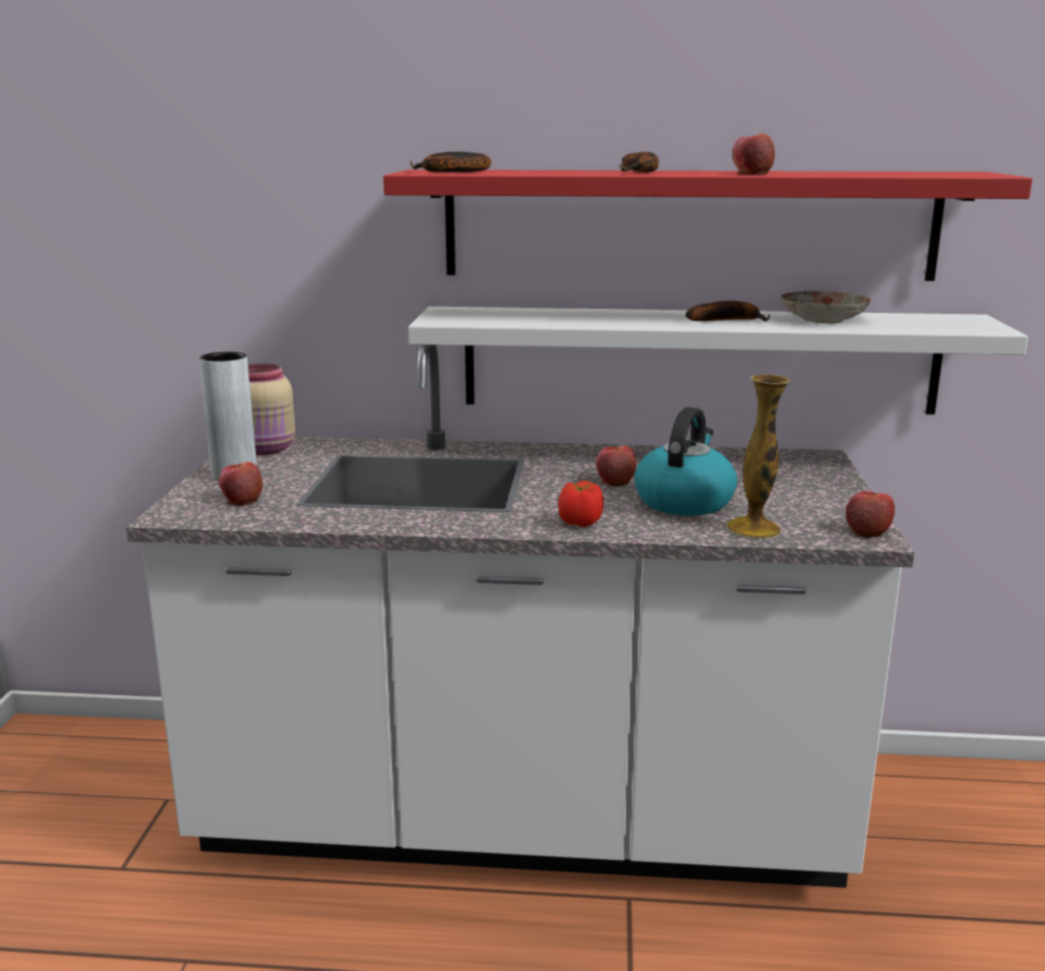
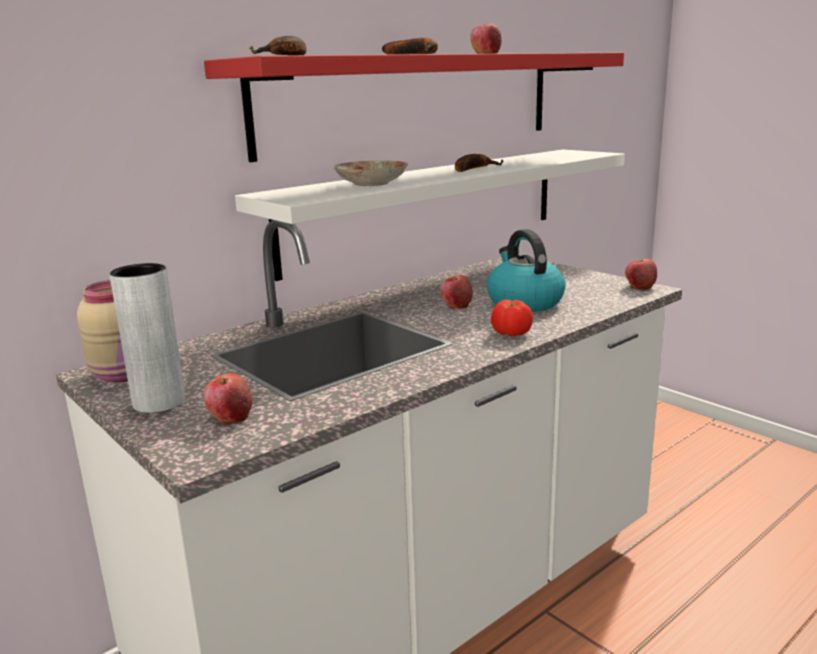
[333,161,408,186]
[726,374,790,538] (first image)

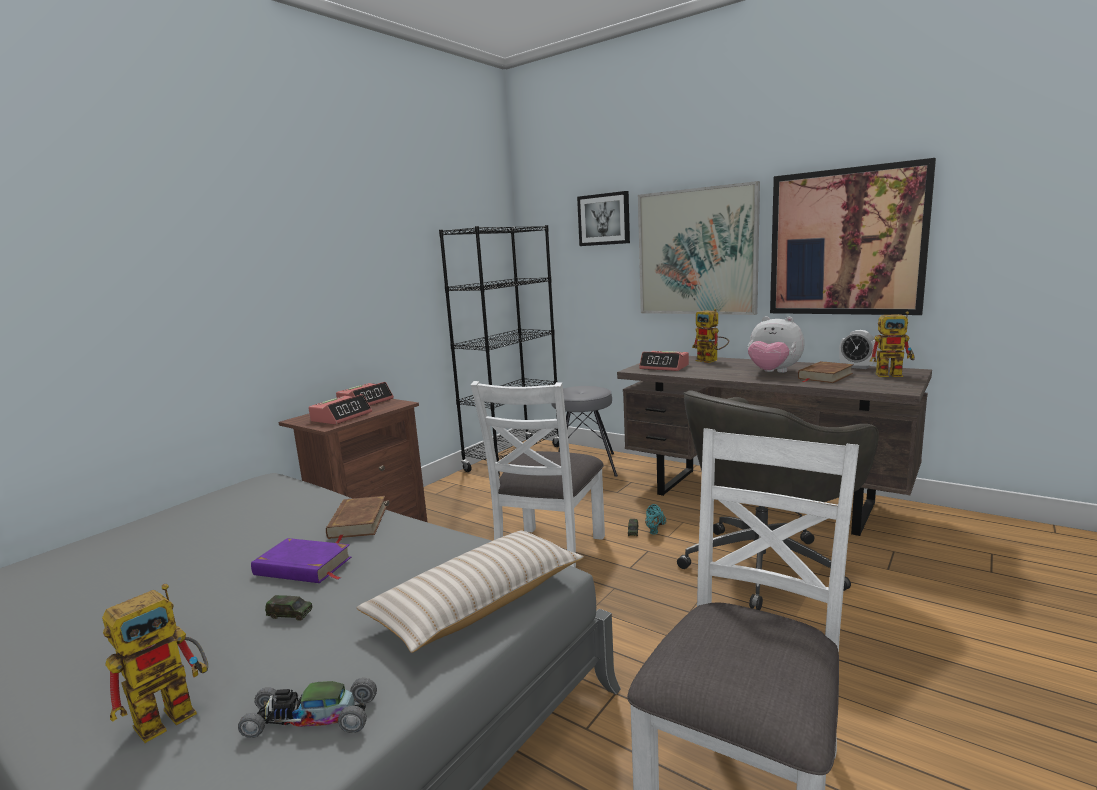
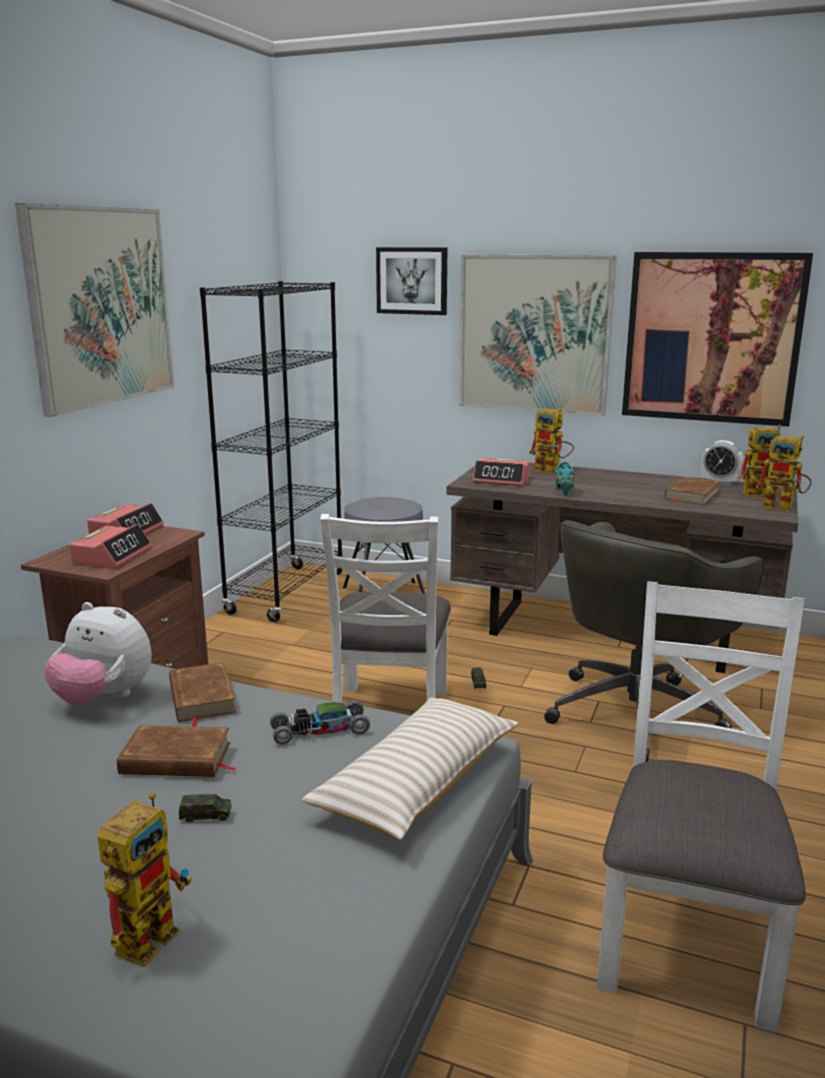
[44,602,152,706]
[555,462,574,496]
[117,725,236,777]
[270,700,370,745]
[15,203,174,417]
[756,436,812,511]

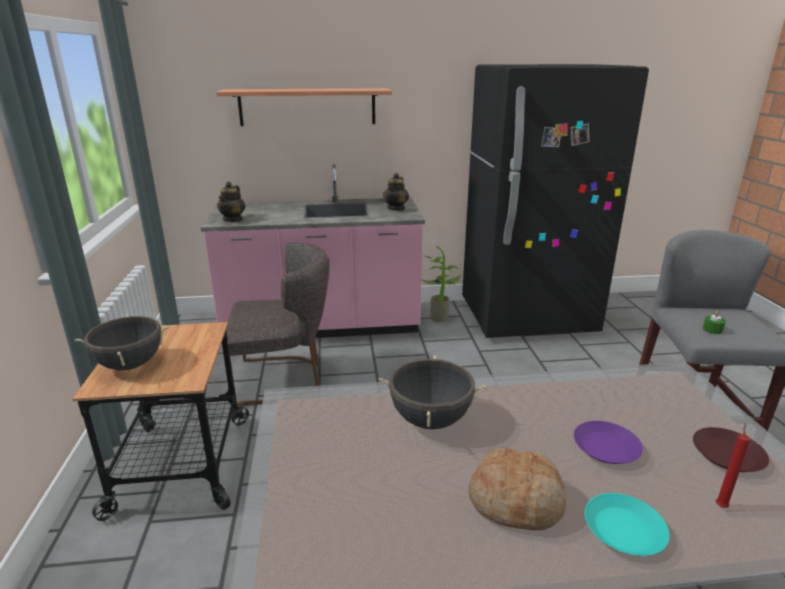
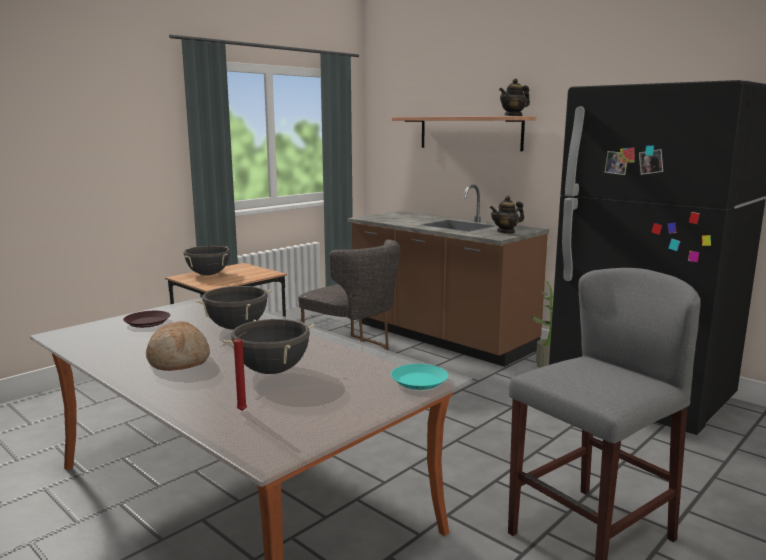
[347,185,549,367]
[499,78,530,116]
[703,311,726,334] (first image)
[223,319,315,374]
[123,311,170,328]
[391,364,448,390]

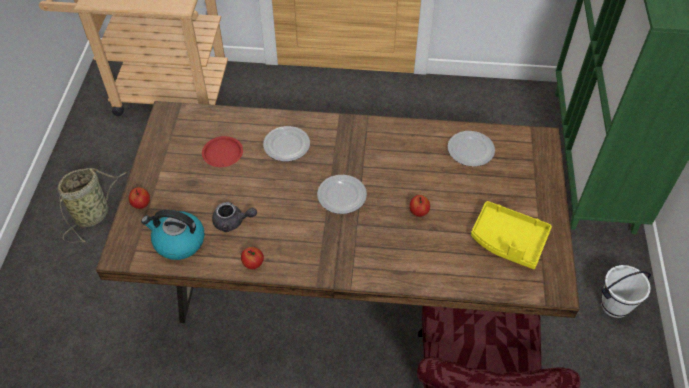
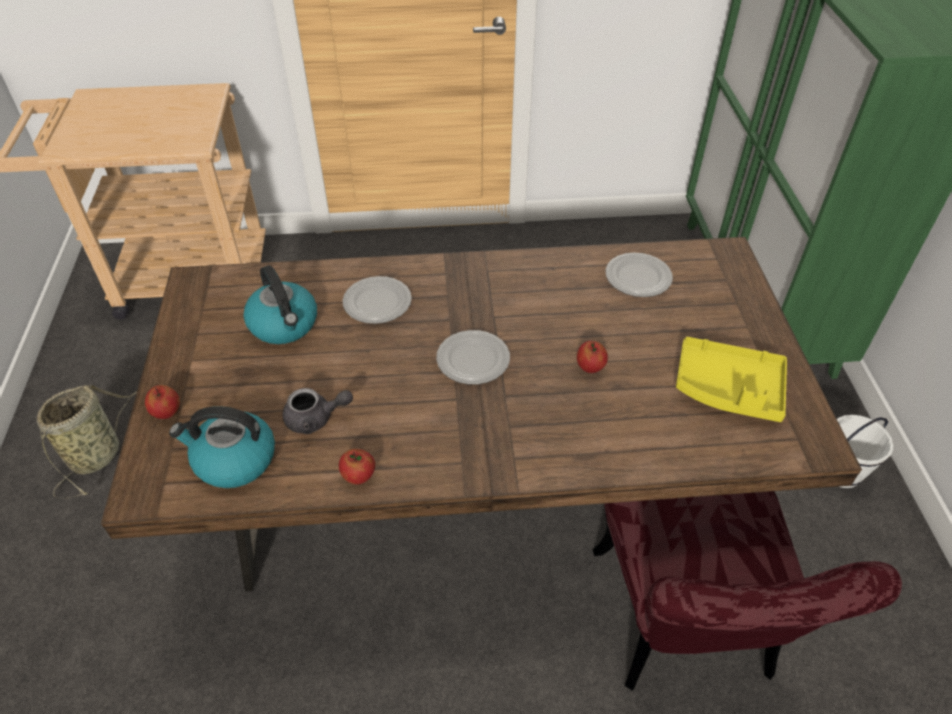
[244,265,317,344]

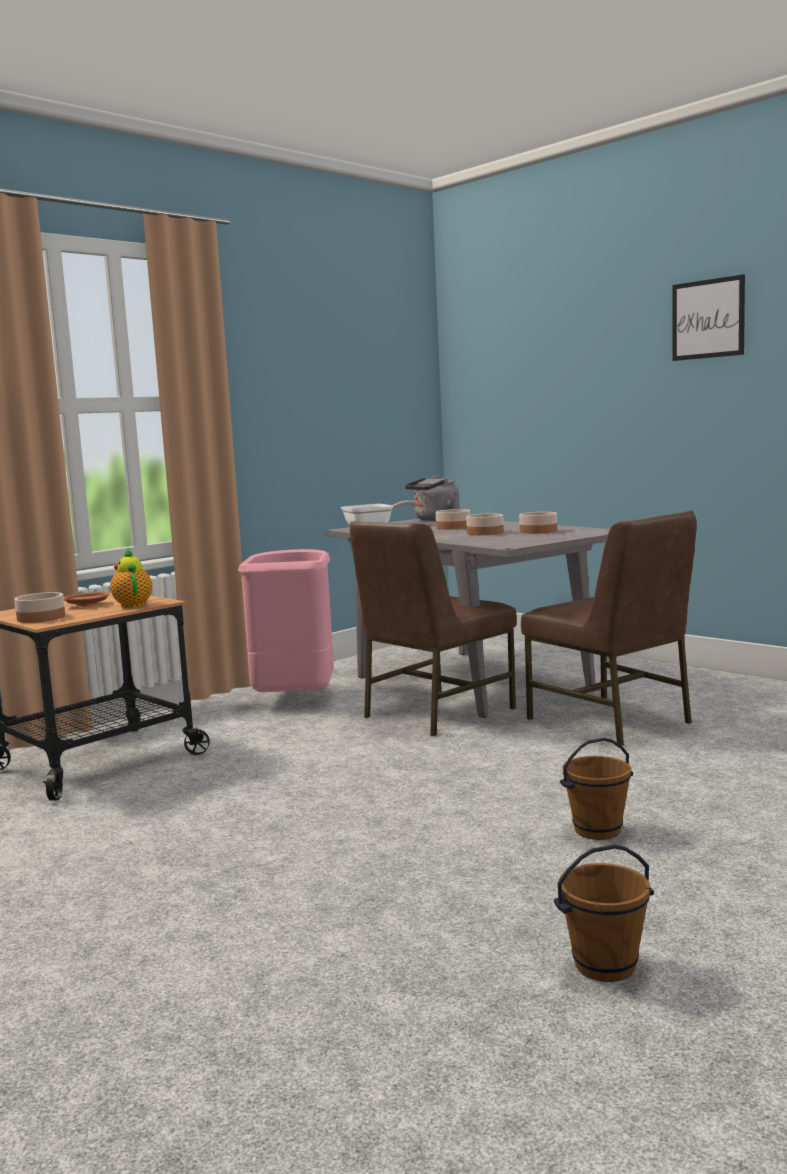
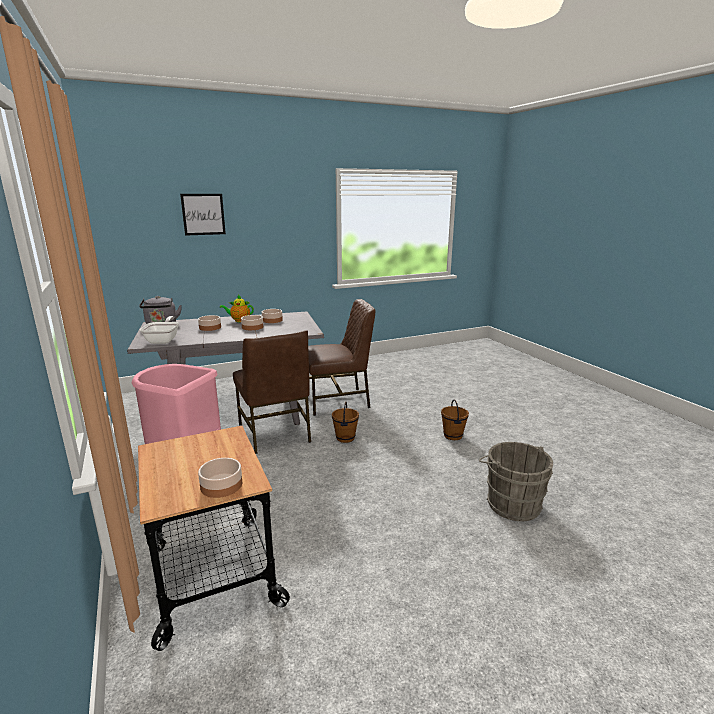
[180,194,226,236]
[220,295,254,322]
[64,592,109,606] (first image)
[332,402,359,443]
[479,442,553,521]

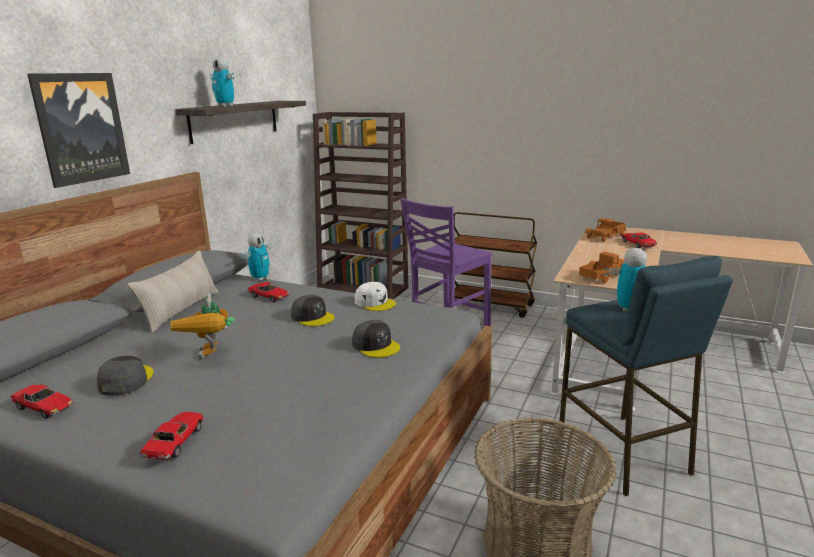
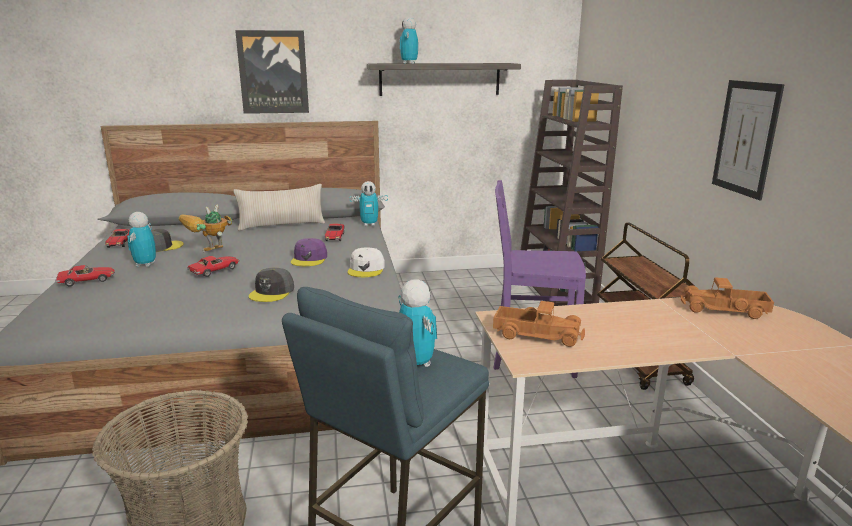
[187,256,240,277]
[291,238,327,266]
[712,80,784,200]
[127,212,156,267]

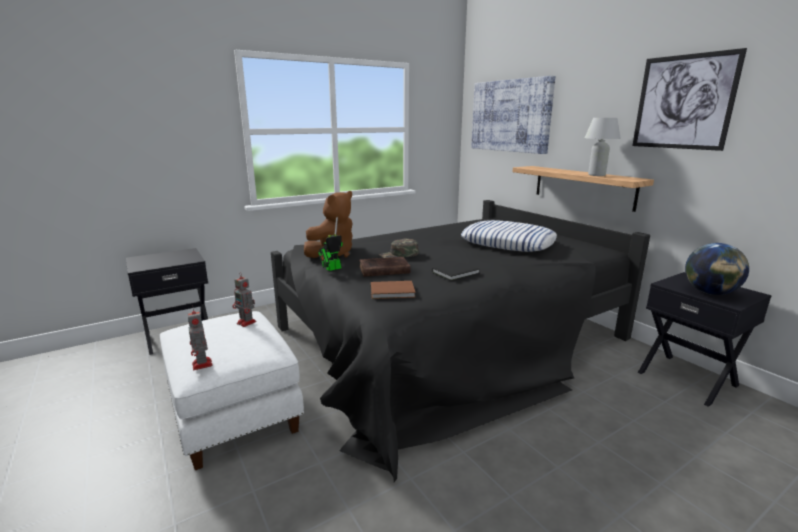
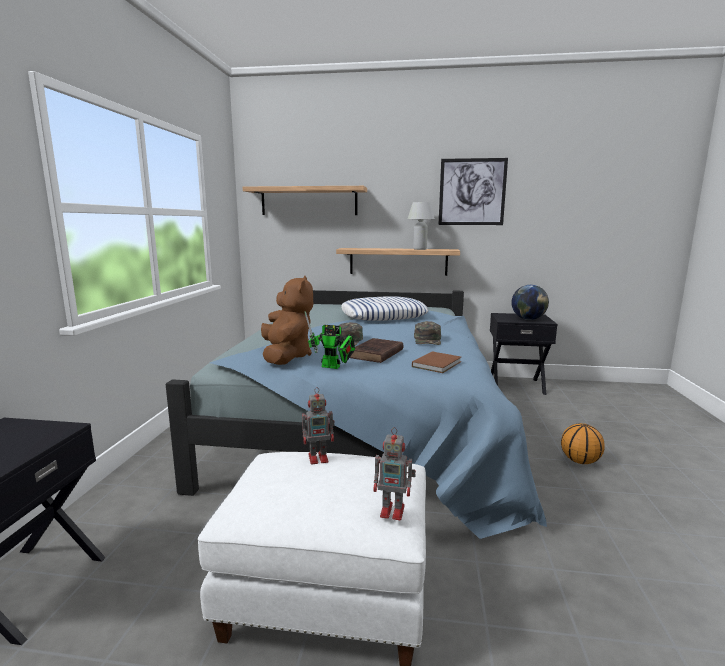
[242,186,367,215]
[166,290,547,539]
[305,311,355,369]
[414,321,441,345]
[561,423,605,464]

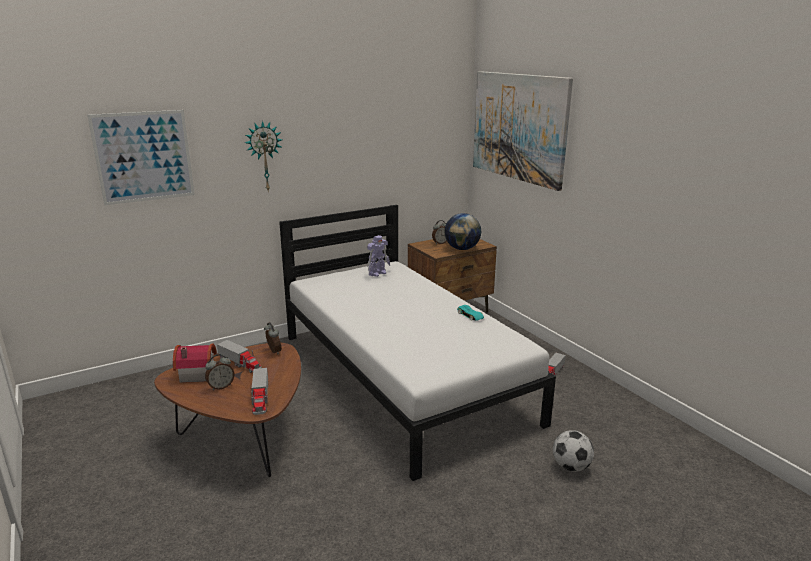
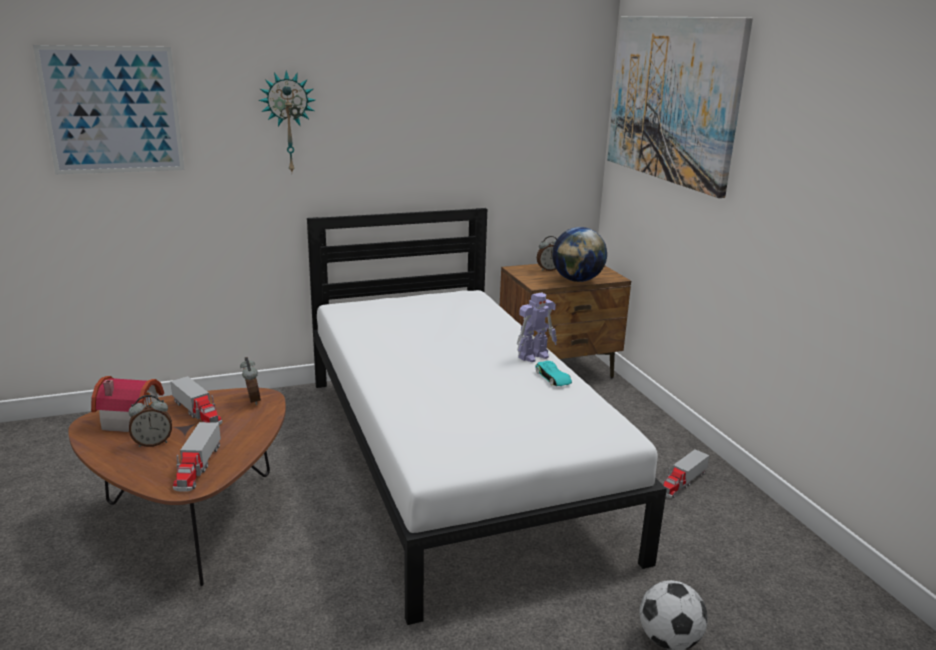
[517,292,557,362]

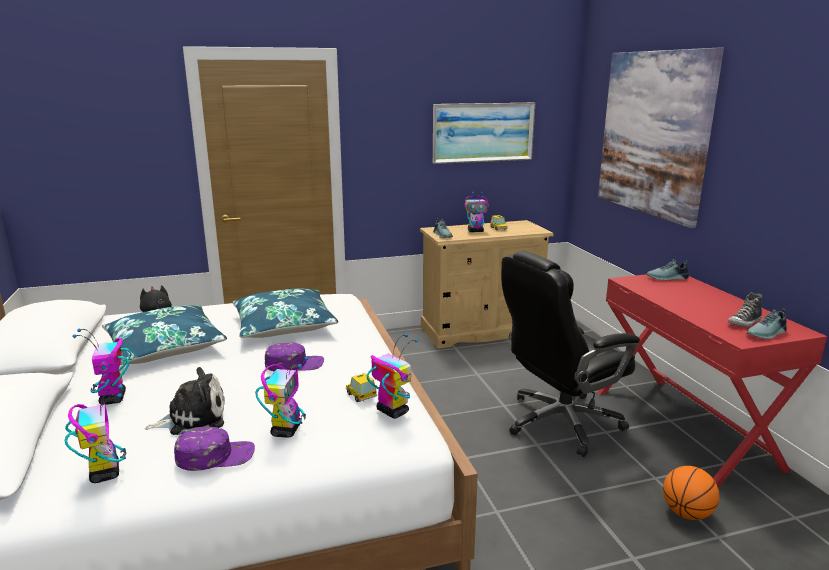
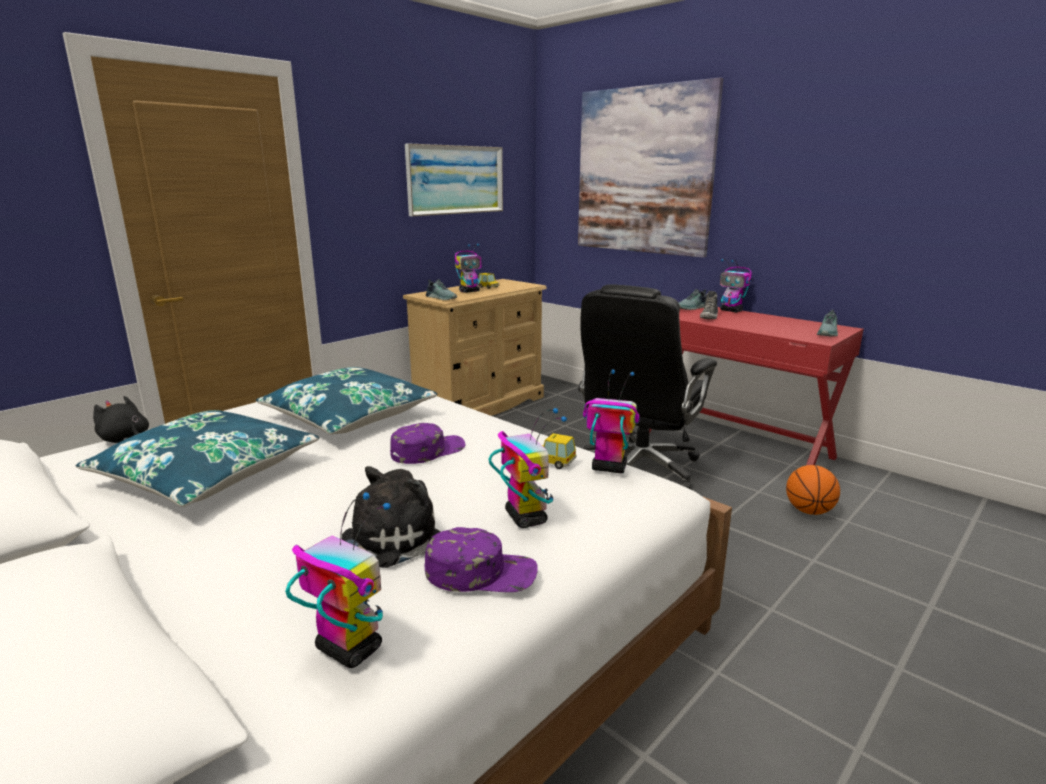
[700,291,718,319]
[720,259,752,312]
[425,527,538,592]

